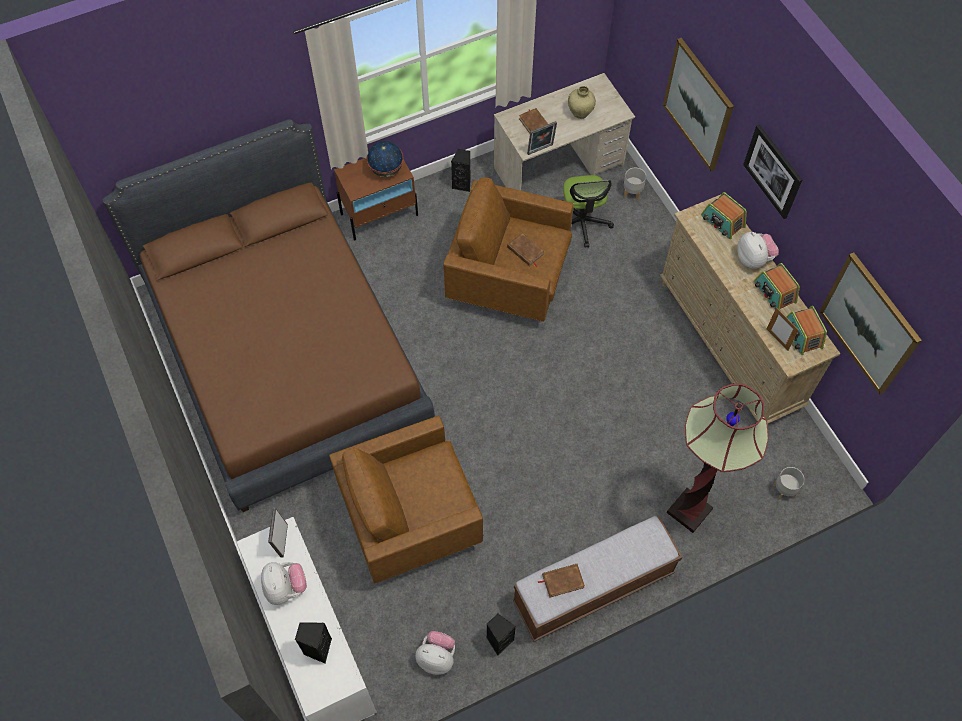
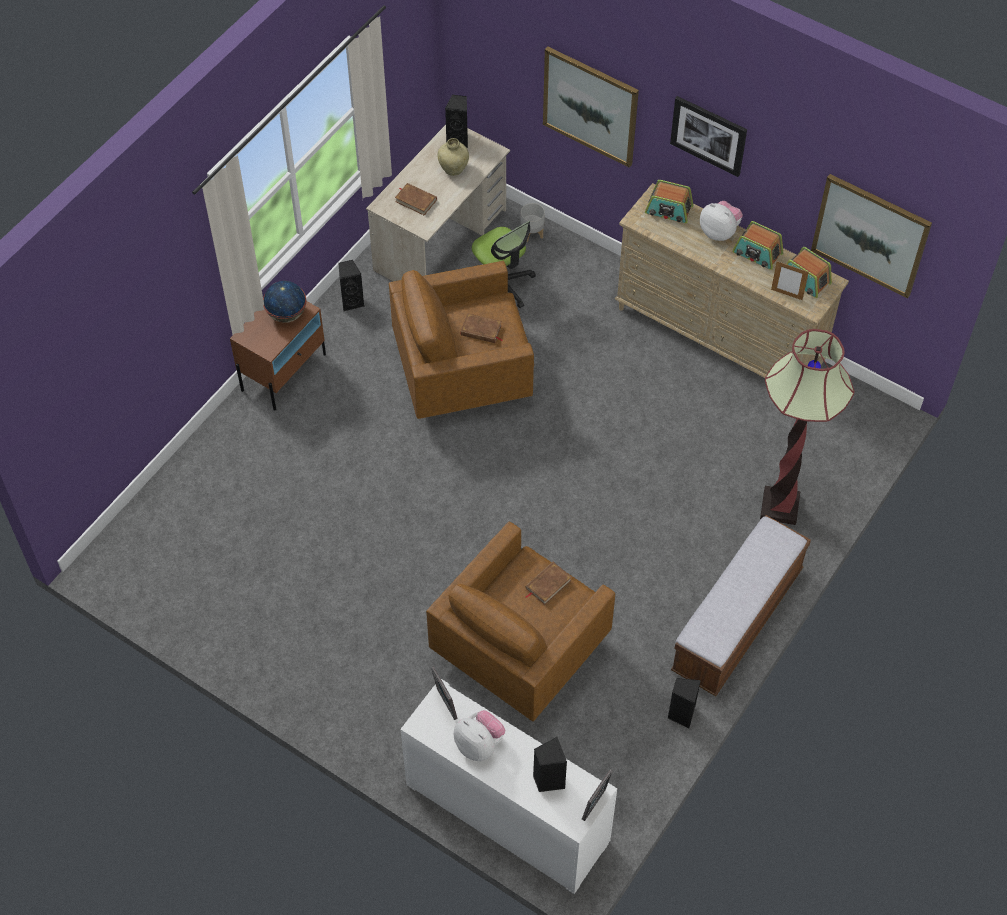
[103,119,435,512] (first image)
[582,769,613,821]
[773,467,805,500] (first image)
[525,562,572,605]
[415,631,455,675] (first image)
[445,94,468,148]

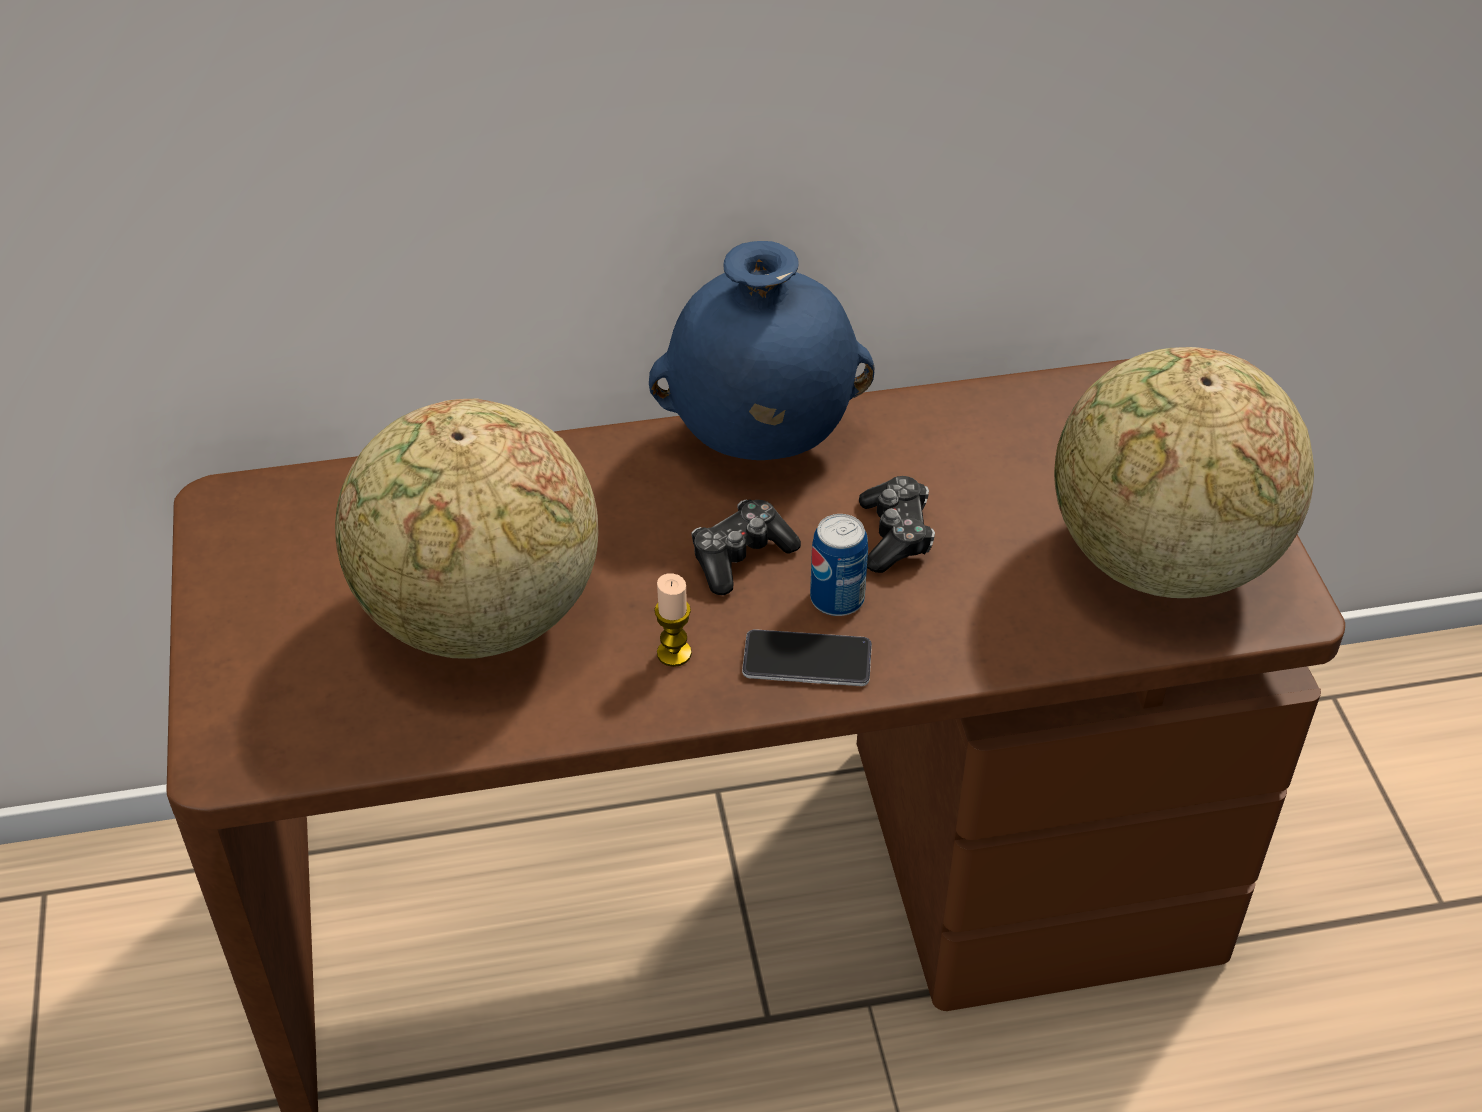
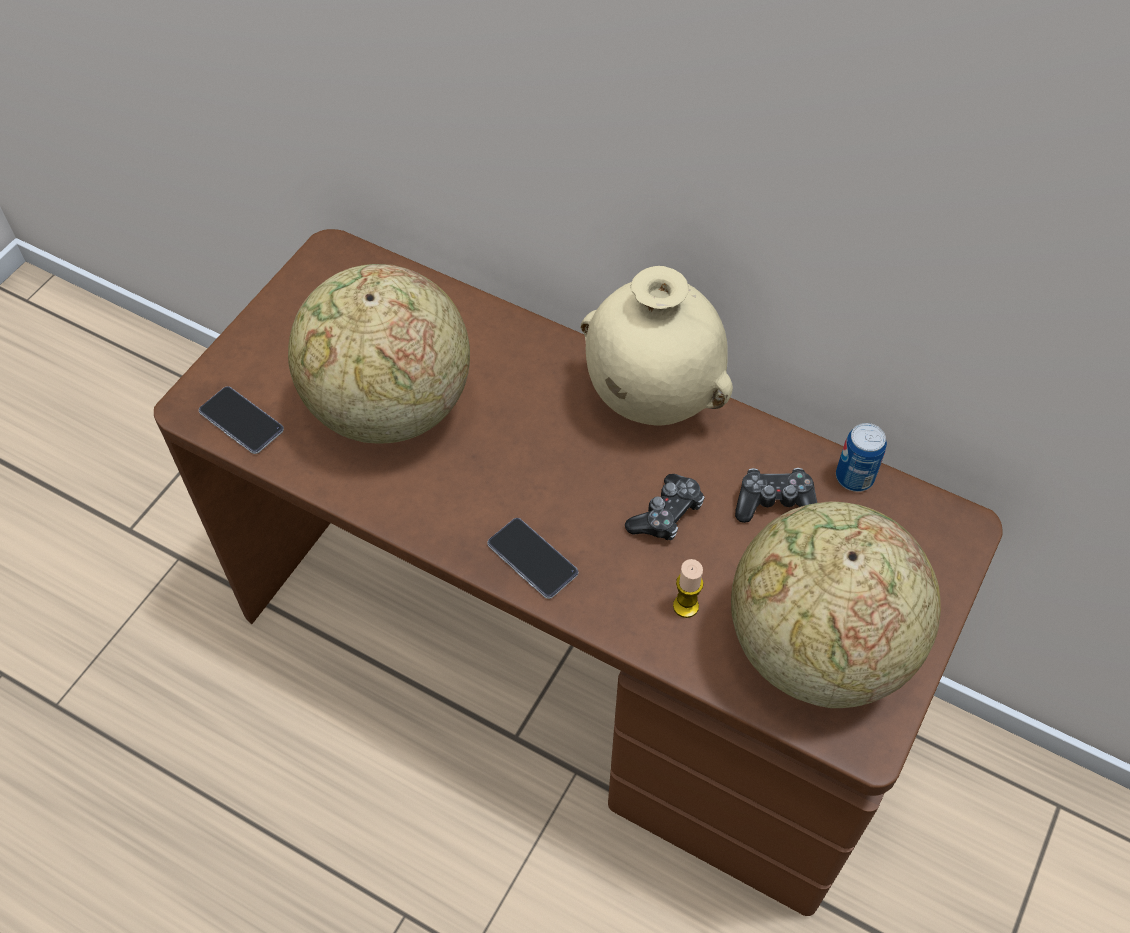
[580,266,733,426]
[735,468,817,523]
[836,423,887,492]
[673,559,703,618]
[199,386,284,454]

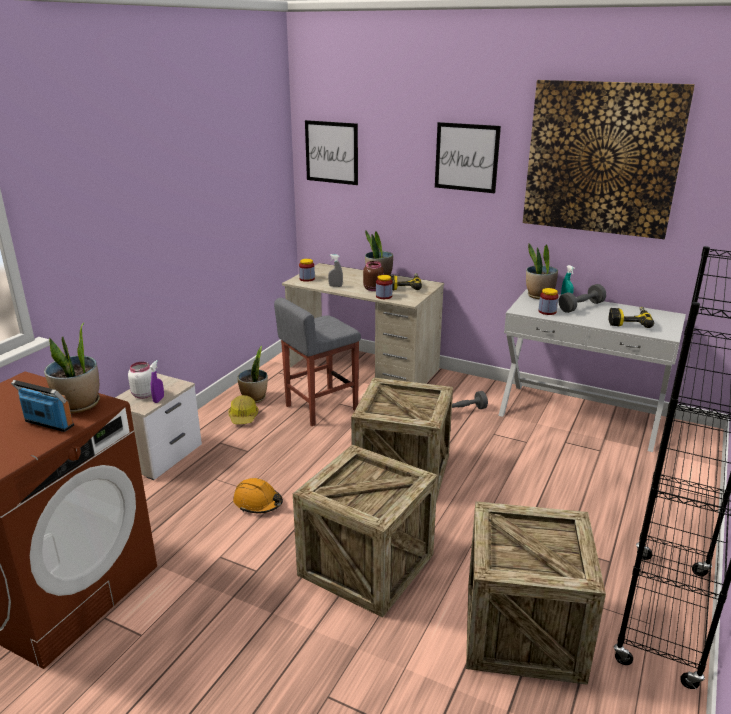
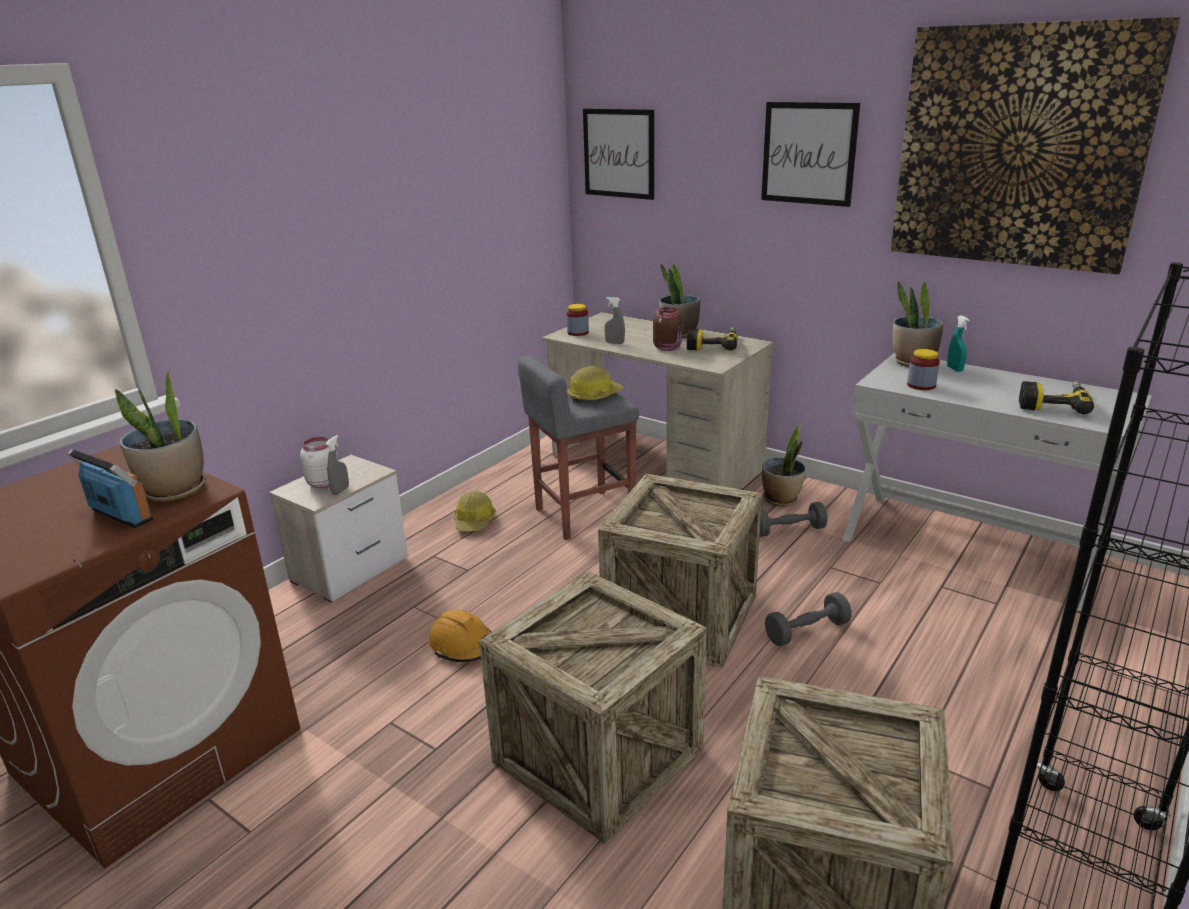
[376,275,393,299] (first image)
[765,592,852,646]
[762,424,806,506]
[326,435,349,495]
[567,366,624,403]

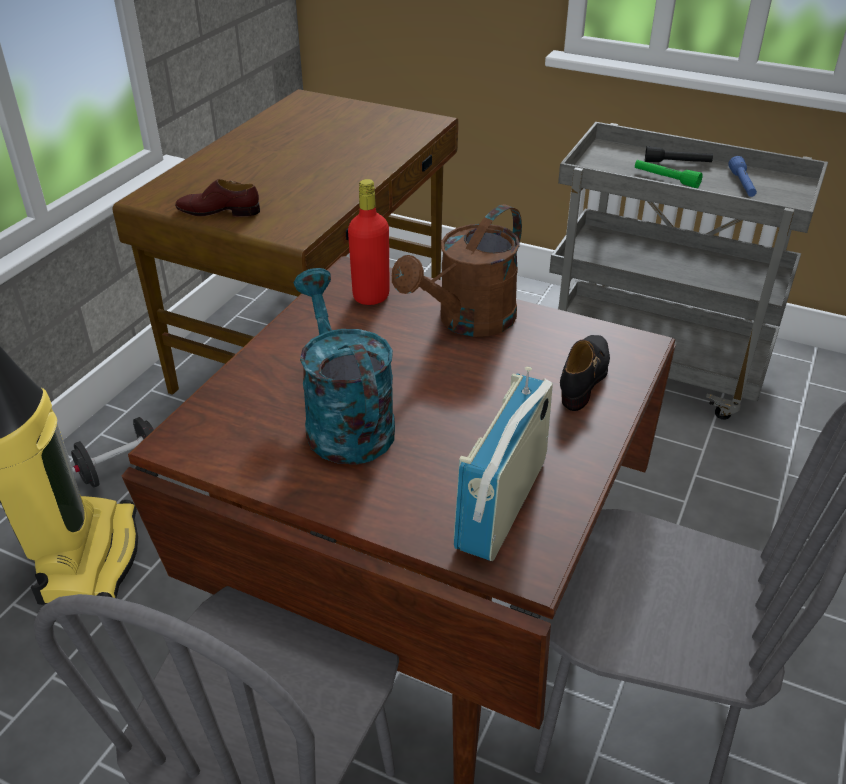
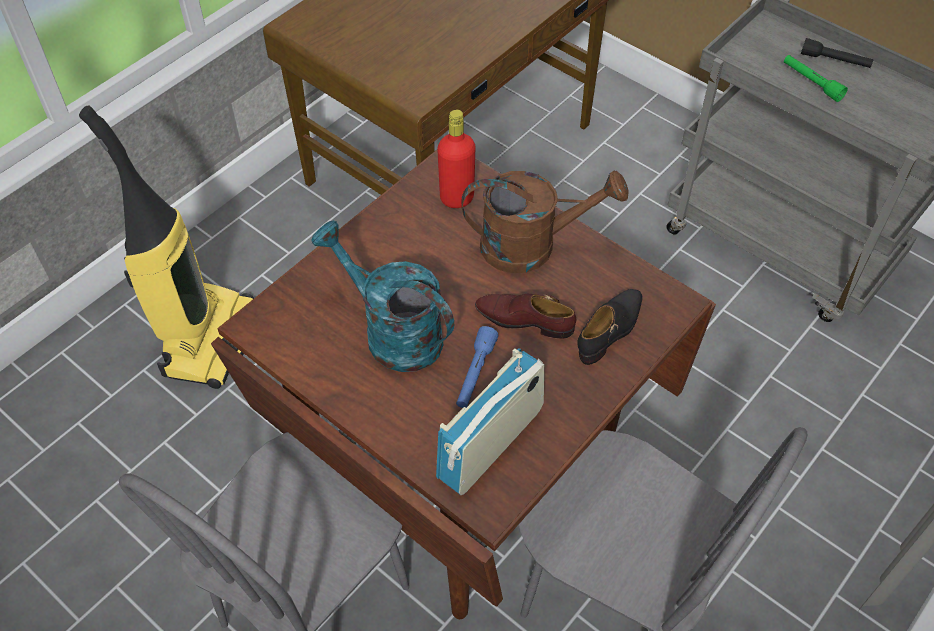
[456,326,499,408]
[475,294,576,339]
[462,170,629,273]
[311,220,454,372]
[71,417,154,488] (first image)

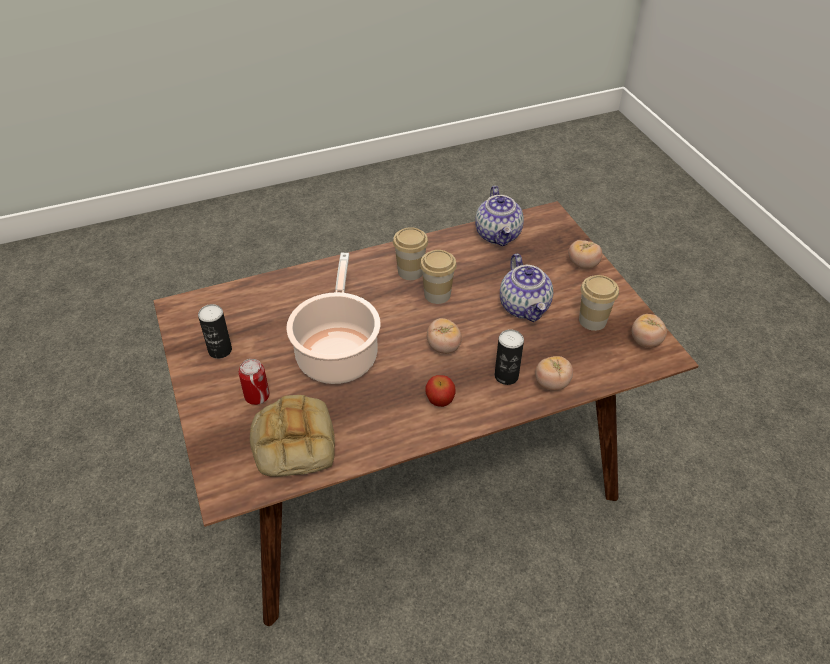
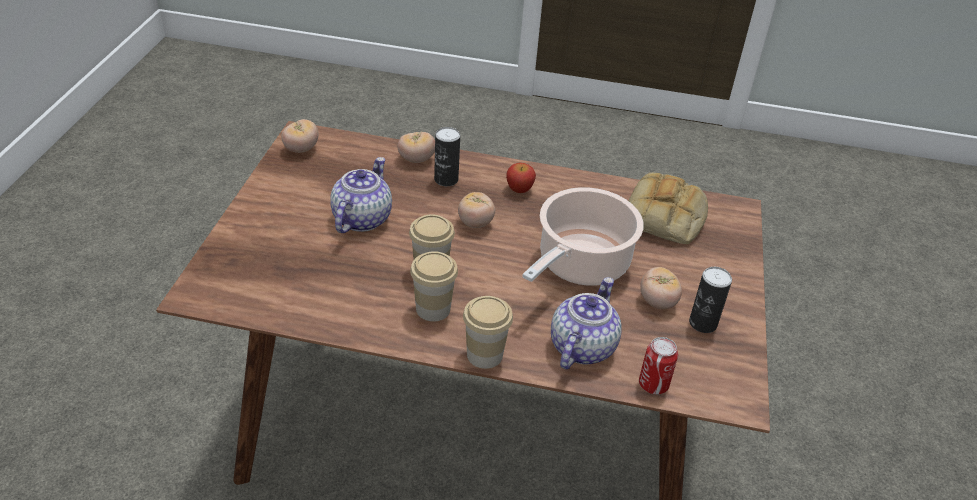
[551,277,622,369]
[640,267,682,309]
[463,296,513,369]
[639,337,678,394]

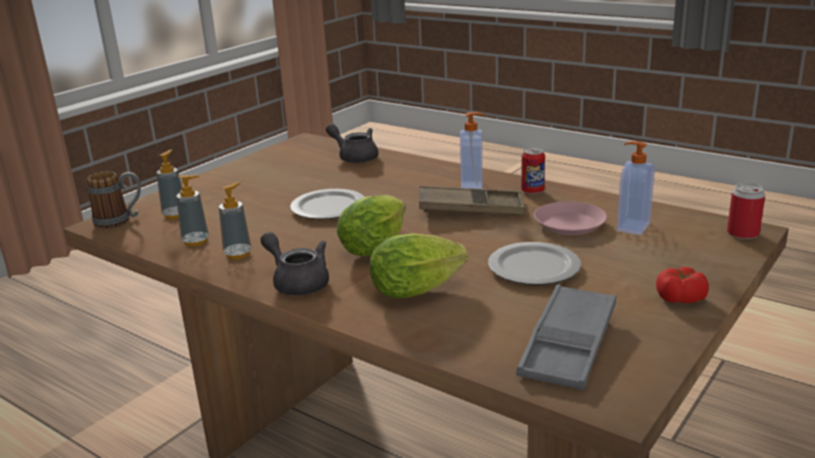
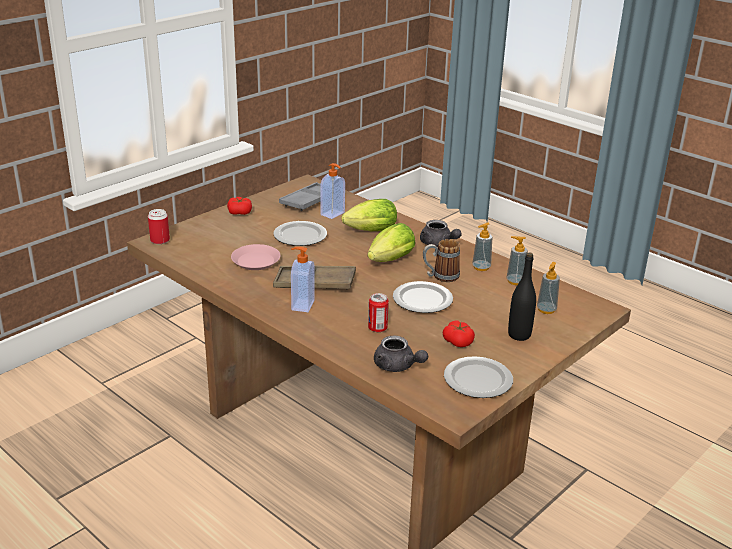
[320,163,345,219]
[368,293,389,332]
[423,239,460,282]
[508,252,536,341]
[443,321,475,347]
[444,356,513,398]

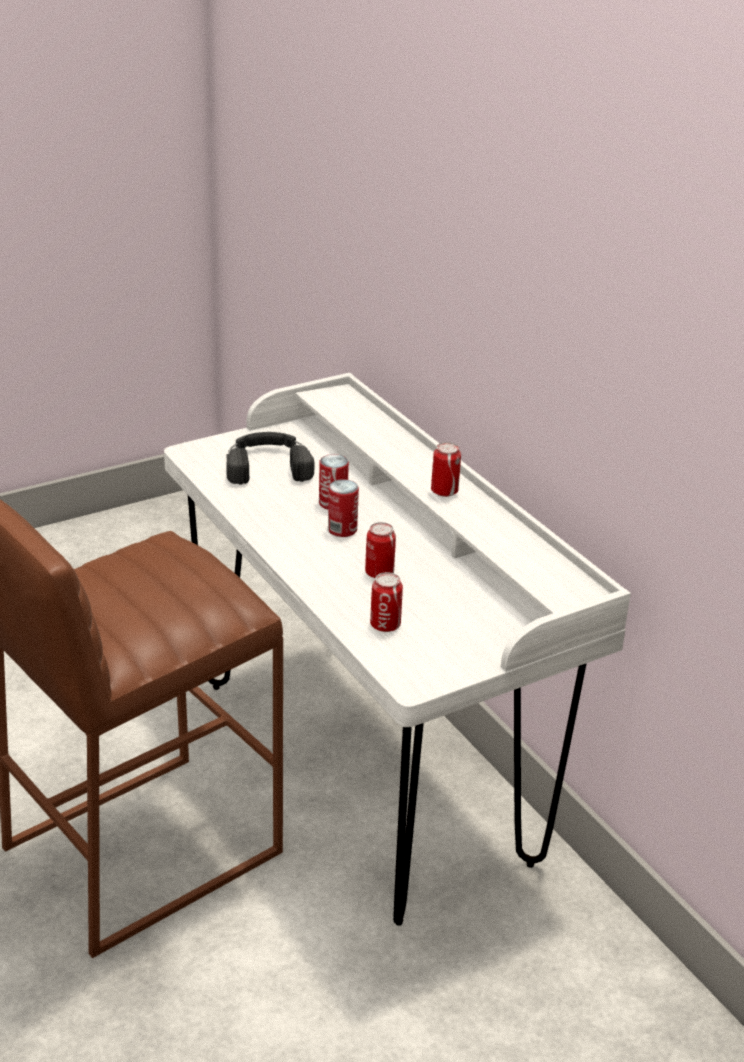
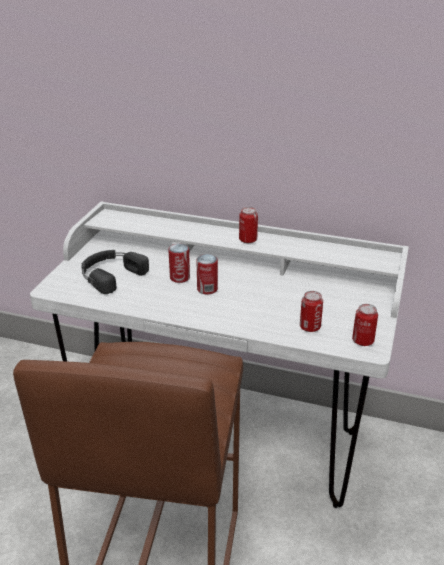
[352,304,378,346]

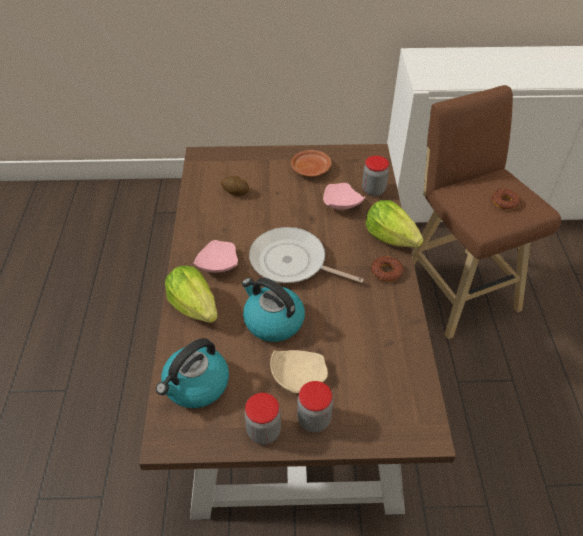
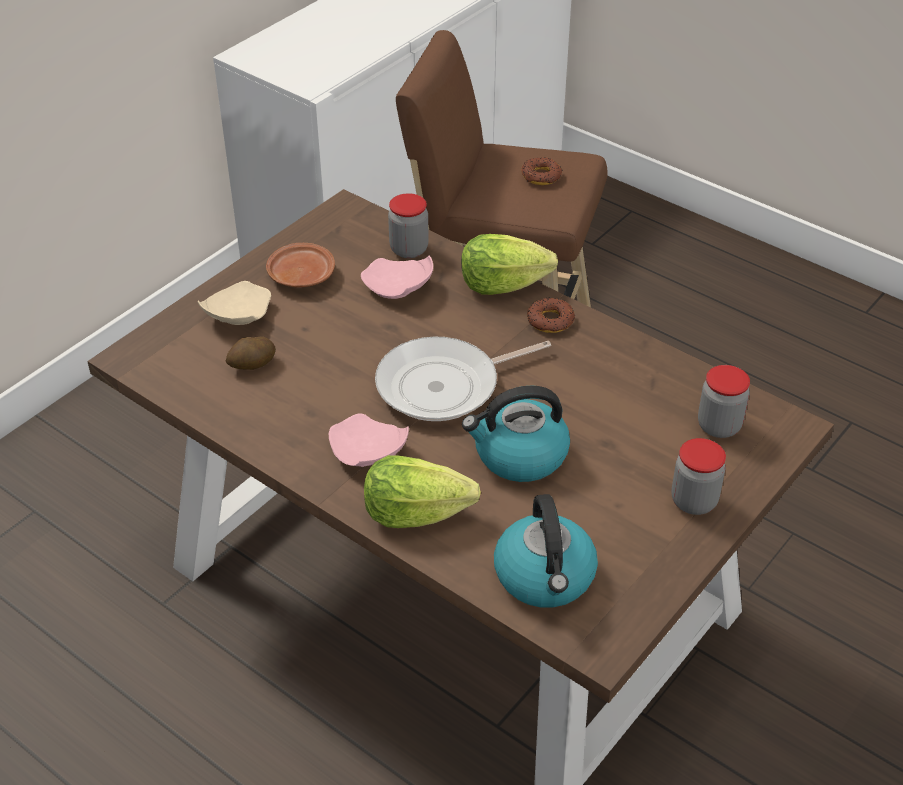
[198,281,271,325]
[698,365,750,438]

